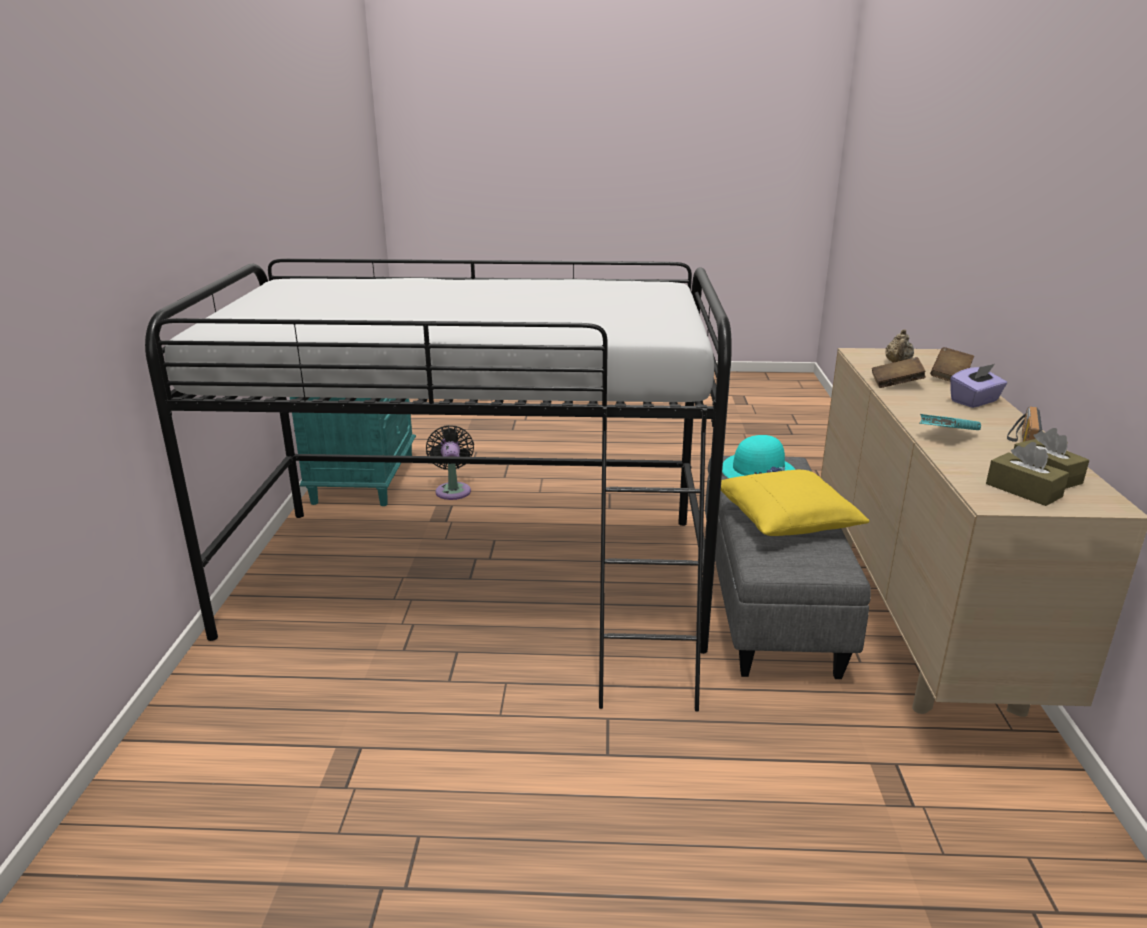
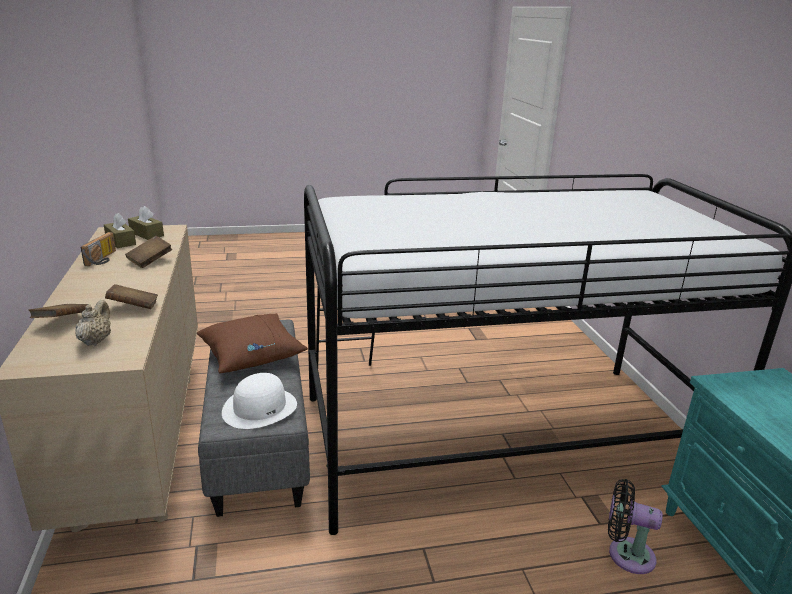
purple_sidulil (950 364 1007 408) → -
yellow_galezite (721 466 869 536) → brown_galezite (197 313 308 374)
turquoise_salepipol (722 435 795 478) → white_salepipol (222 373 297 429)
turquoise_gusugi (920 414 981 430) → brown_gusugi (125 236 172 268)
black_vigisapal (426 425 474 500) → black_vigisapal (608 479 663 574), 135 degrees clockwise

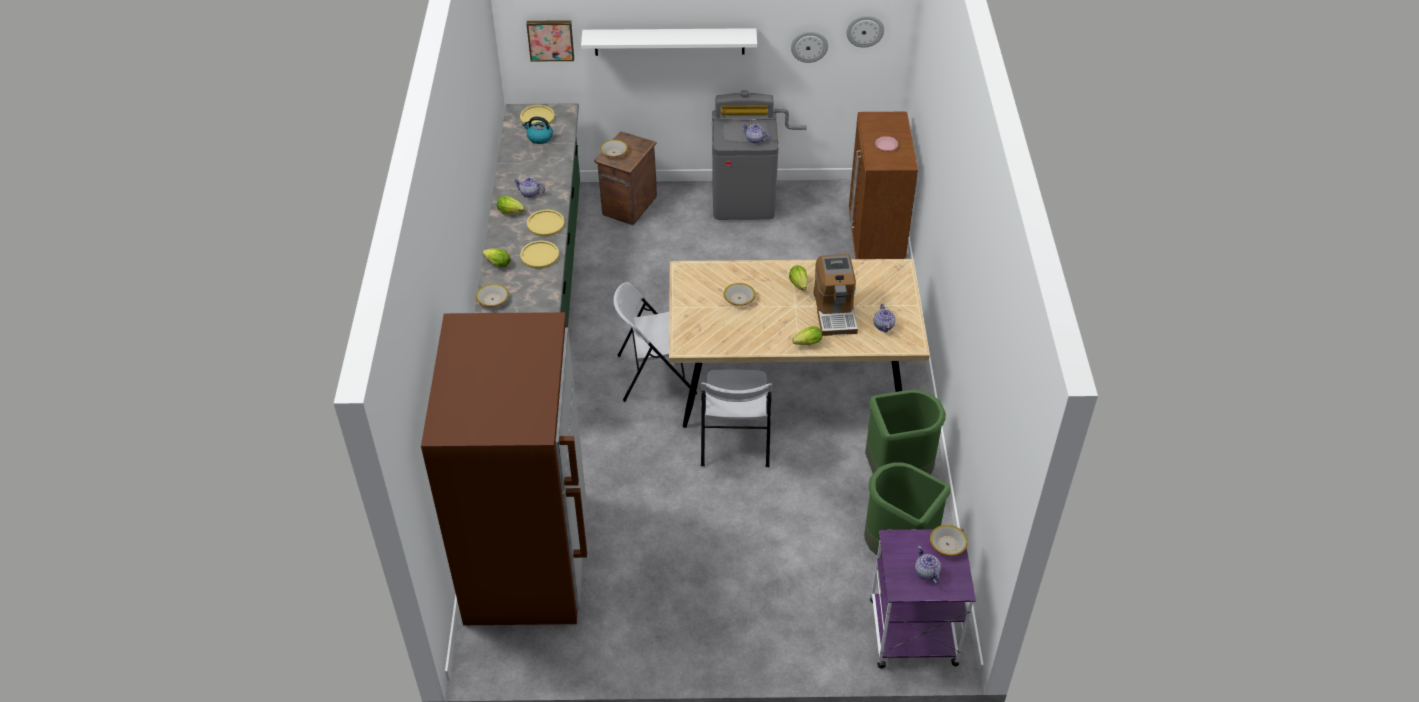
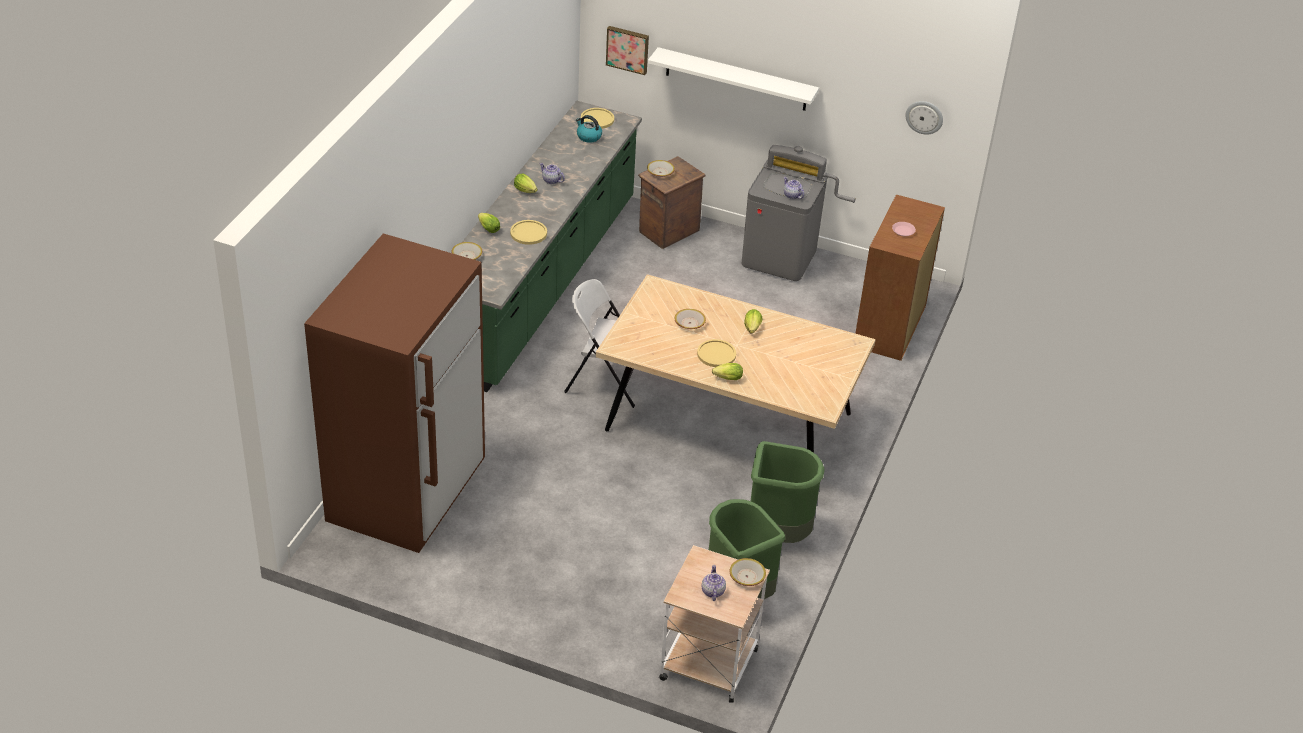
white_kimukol (701 370 773 467) → -
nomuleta (791 31 828 63) → -
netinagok (814 254 858 336) → -
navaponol (874 304 895 333) → -
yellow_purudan (527 210 565 237) → yellow_purudan (697 339 736 367), shifted
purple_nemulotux (870 529 976 669) → beige_nemulotux (659 545 770 703)

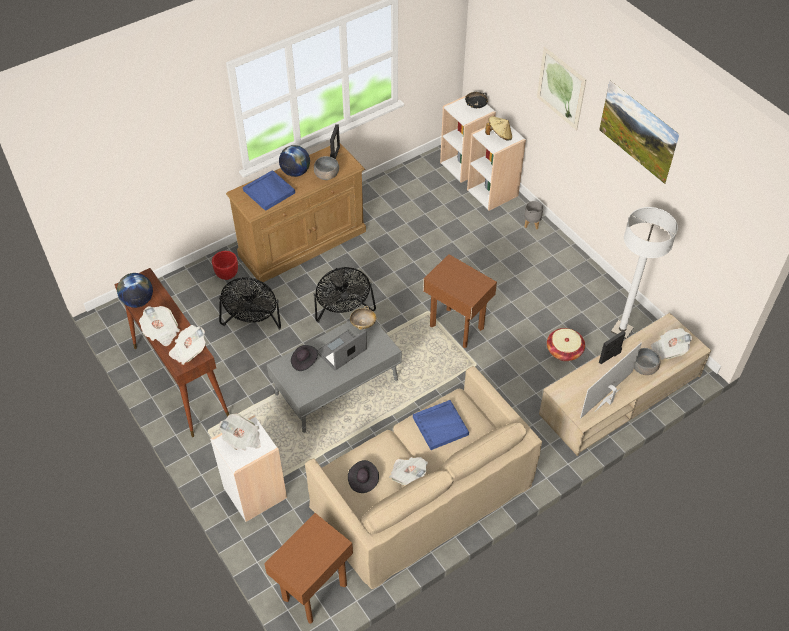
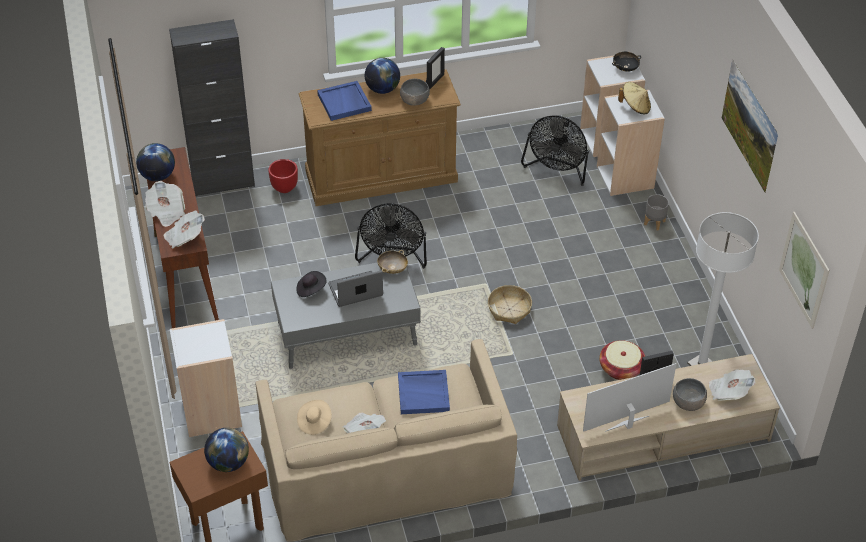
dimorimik (219 414 261 450) → -
- → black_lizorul (169 19 255 196)
- → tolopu (204 428 249 472)
black_vigisapal (219 277 281 330) → black_vigisapal (521 116 589 186), shifted
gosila (537 47 586 130) → gosila (779 212 830 329), shifted
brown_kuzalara (423 254 497 348) → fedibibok (488 285 532 324)
black_salepipol (348 460 379 493) → beige_salepipol (297 400 332 435)

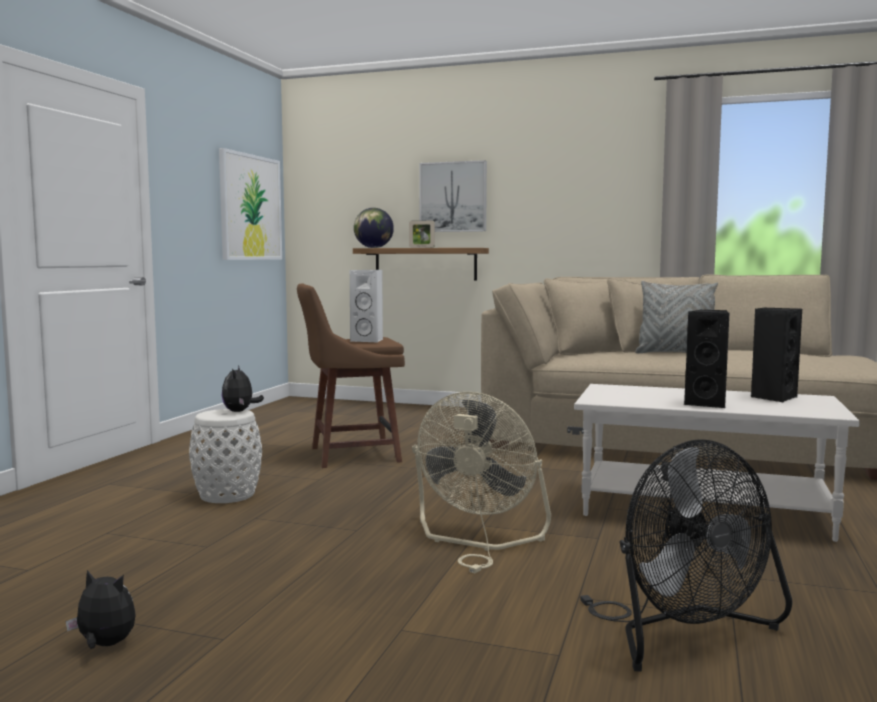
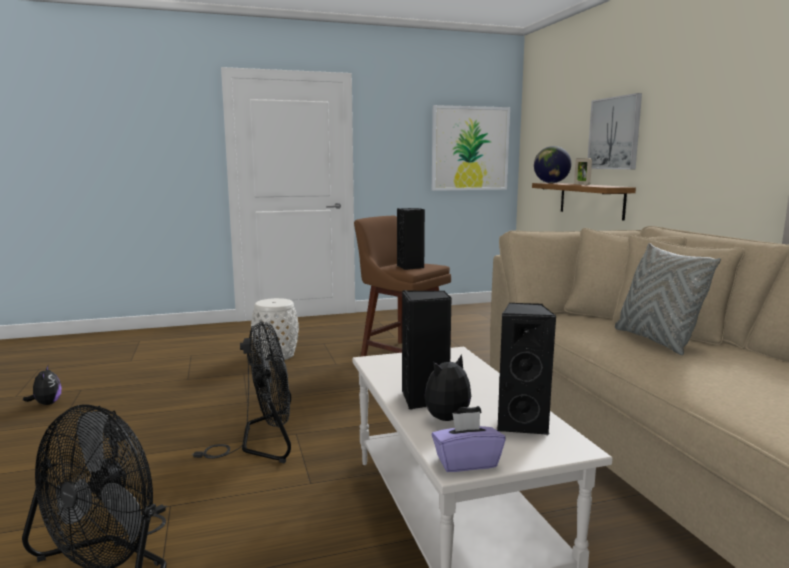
- → purple_sidulil (432 412 506 472)
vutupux (222 365 264 412) → vutupux (425 354 482 421), shifted
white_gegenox (350 270 383 342) → black_gegenox (397 208 425 270)
beige_vigisapal (412 392 551 574) → black_vigisapal (192 321 291 464)

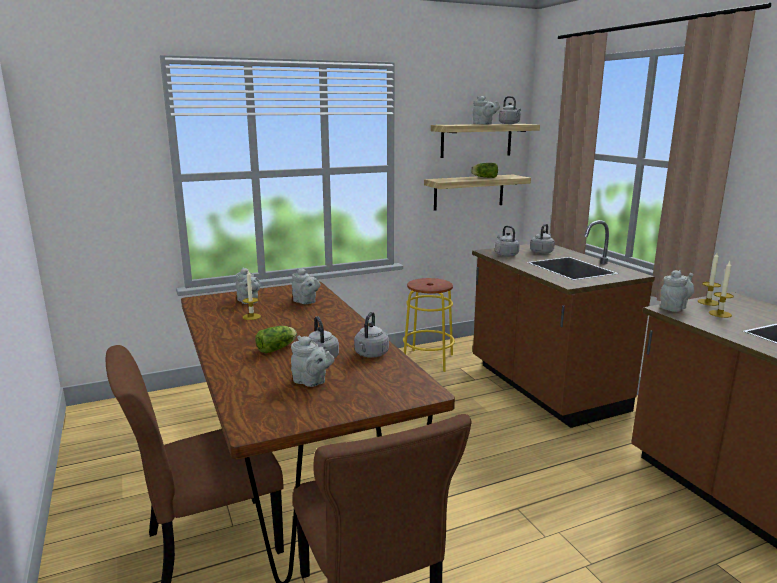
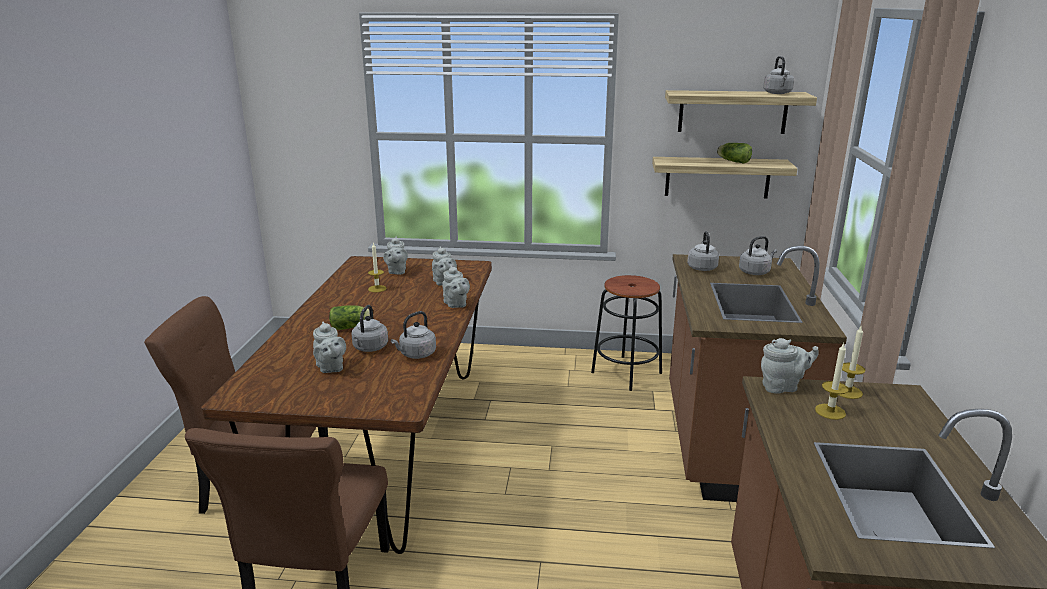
grey_navaponol (472 96 500 124) → grey_navaponol (442 266 470 308), shifted
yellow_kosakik (403 278 455 372) → black_kosakik (591 275 662 391)

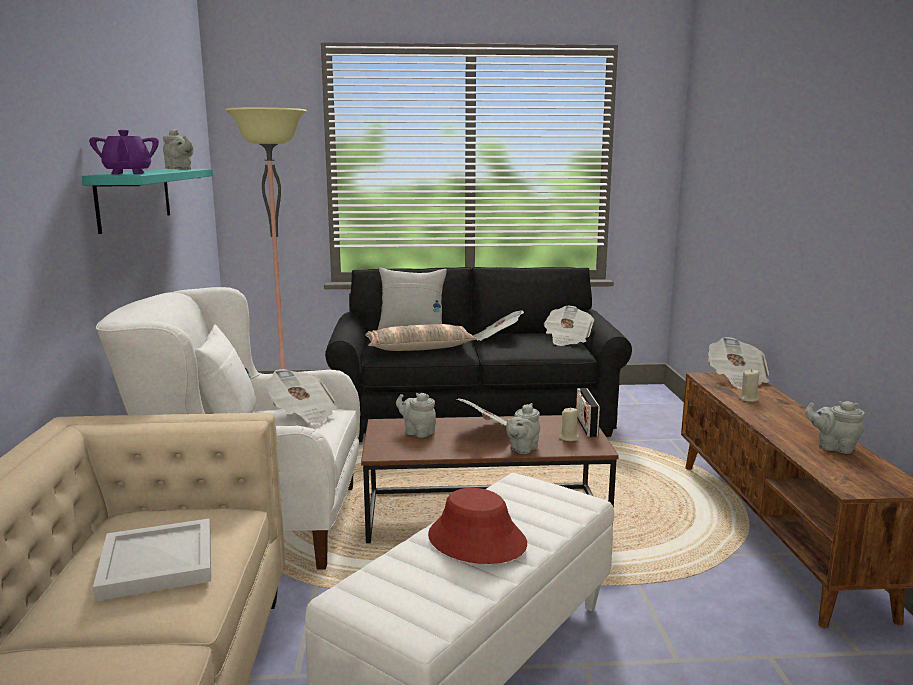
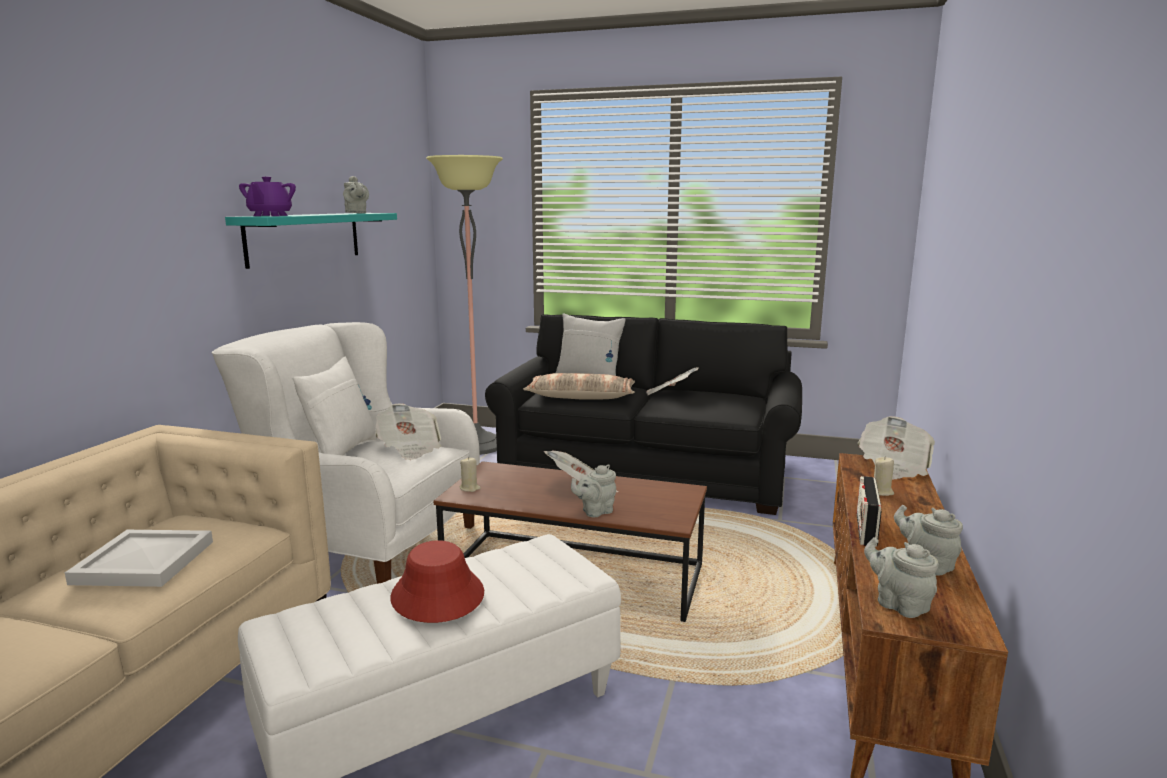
dimorimik (544 306 594 346) → -
grey_navaponol (396 393 436 438) → grey_navaponol (864 537 938 618), shifted
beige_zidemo (559 407 580 441) → beige_zidemo (459 457 481 492), shifted
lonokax (576 388 600 437) → lonokax (856 476 882 547), shifted

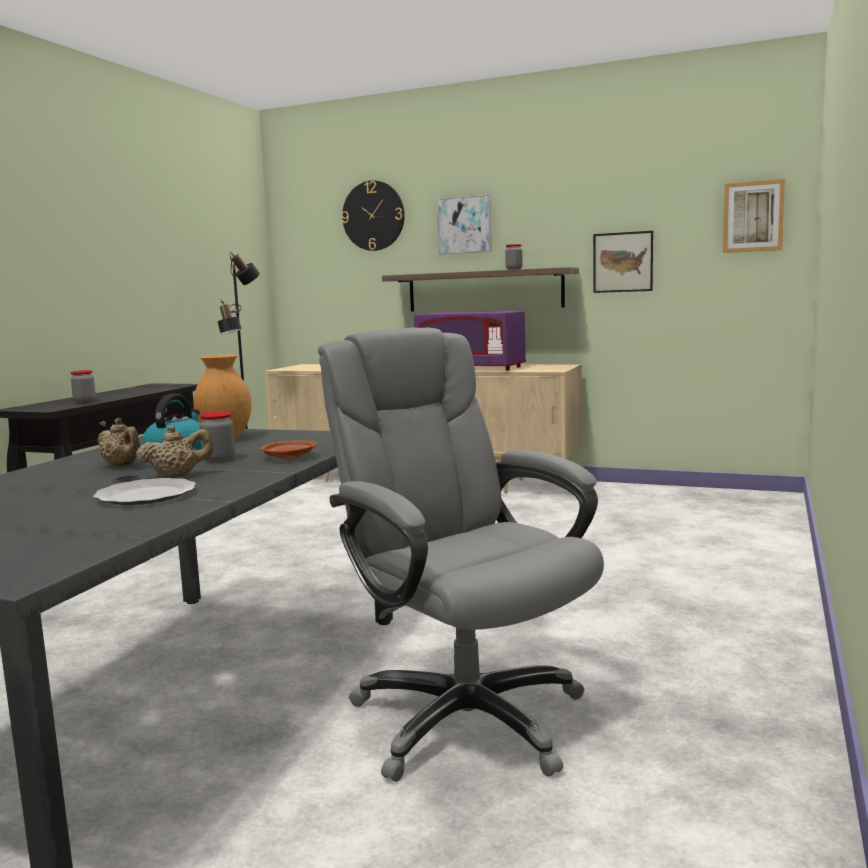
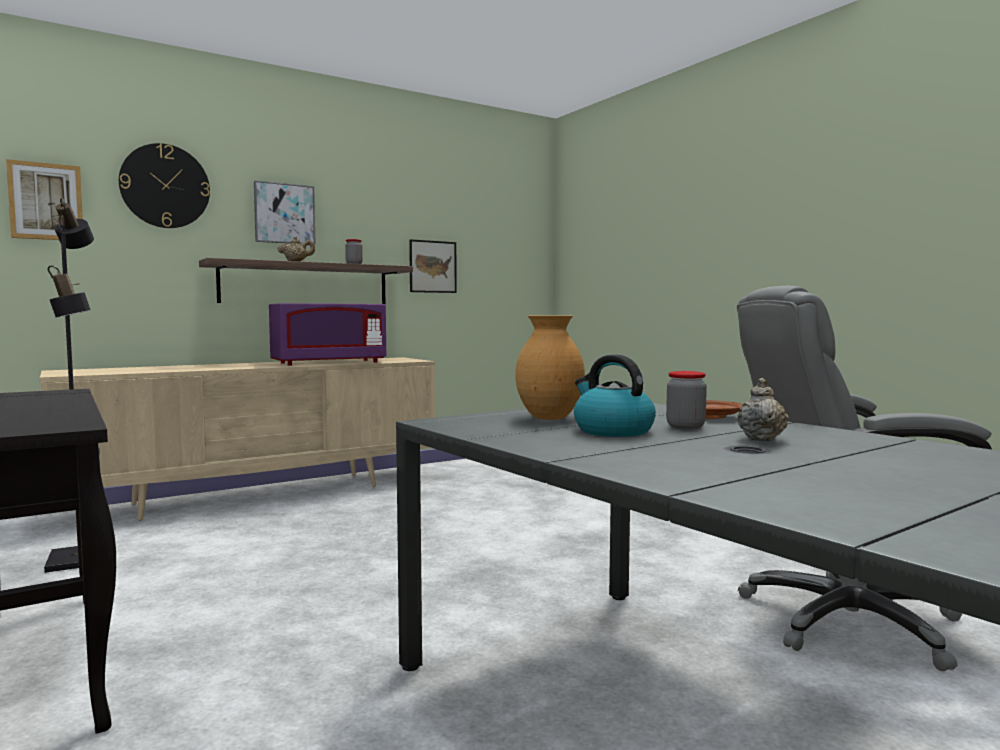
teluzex (71 370 96 403) → -
purudan (93 478 196 505) → -
beige_navaponol (97 418 140 466) → beige_navaponol (277 236 315 261), shifted
gosila (723 179 785 253) → gosila (6 159 83 240), shifted

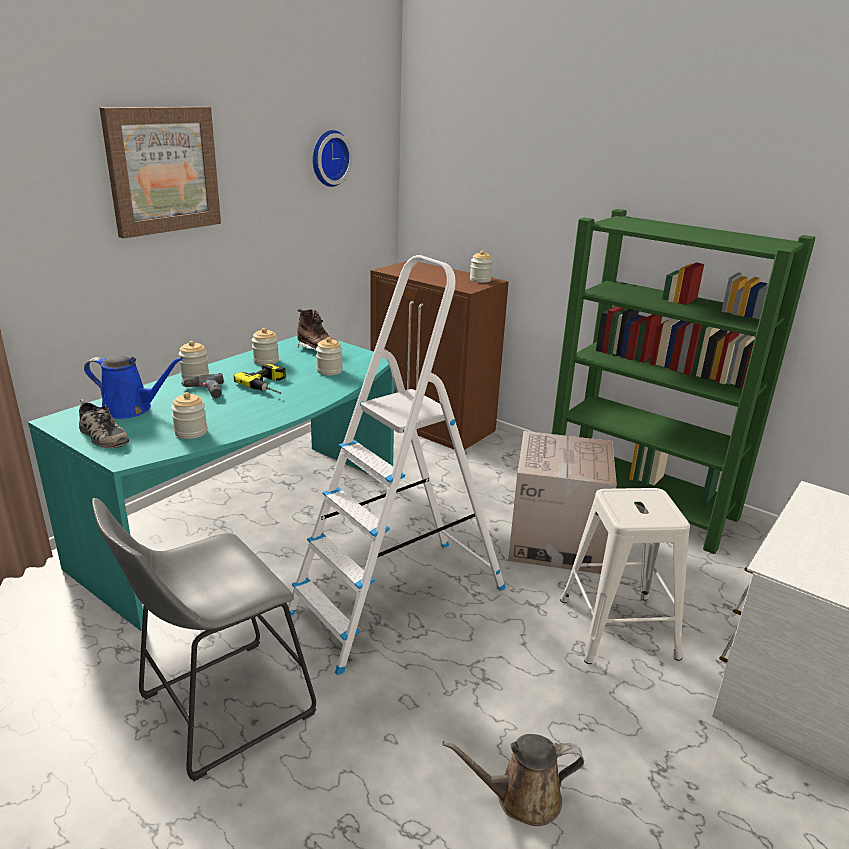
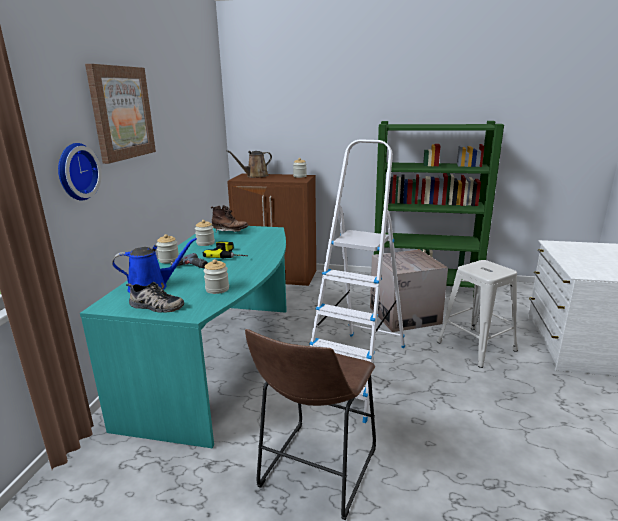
teluzex (316 337 343 376) → -
nomuleta (313 130 353 187) → nomuleta (58 143 102 200), shifted
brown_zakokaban (443 734 584 826) → brown_zakokaban (227 150 272 178), shifted
grey_kosakik (92 498 316 781) → brown_kosakik (245 329 376 520)

